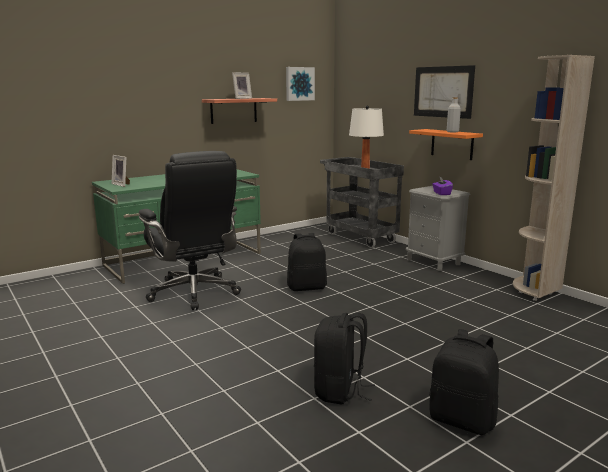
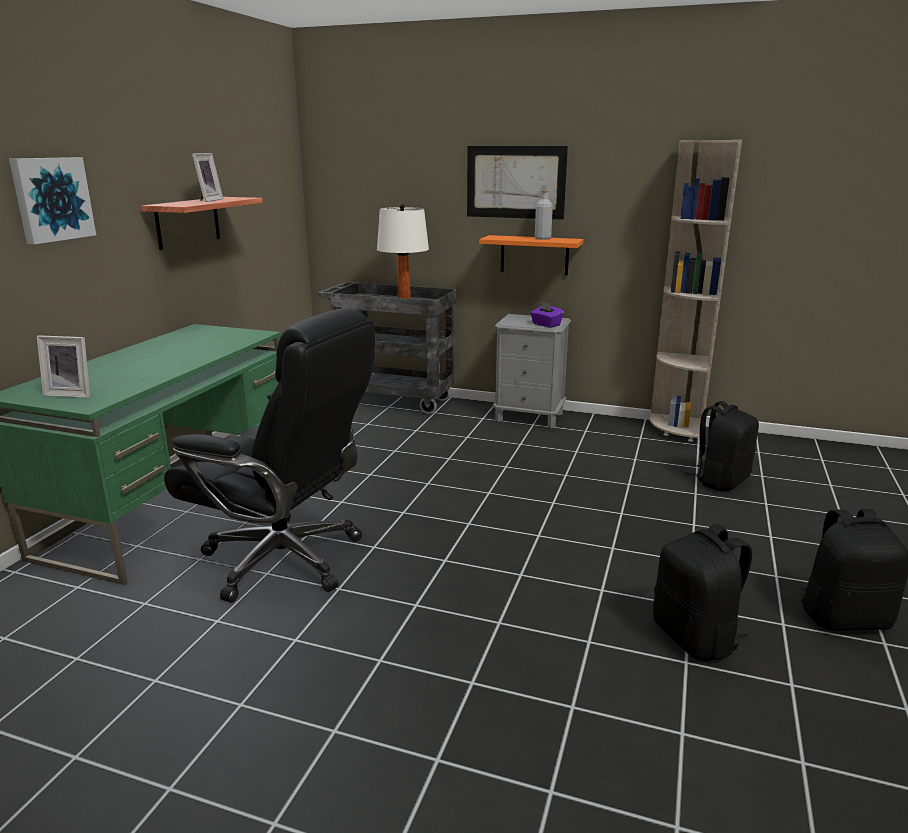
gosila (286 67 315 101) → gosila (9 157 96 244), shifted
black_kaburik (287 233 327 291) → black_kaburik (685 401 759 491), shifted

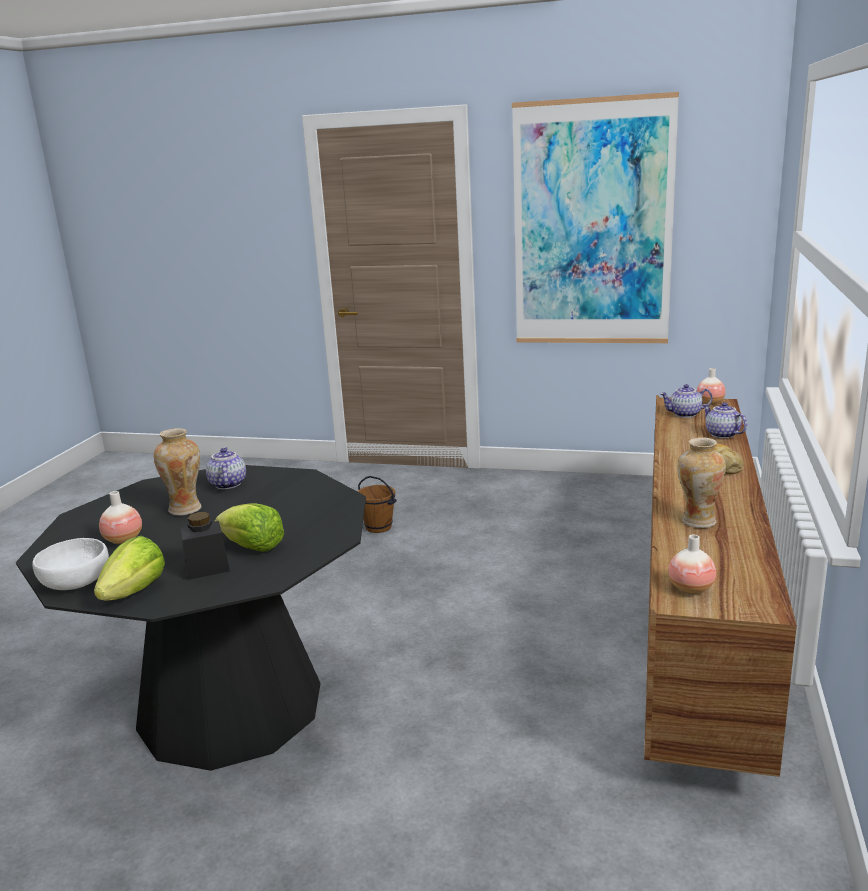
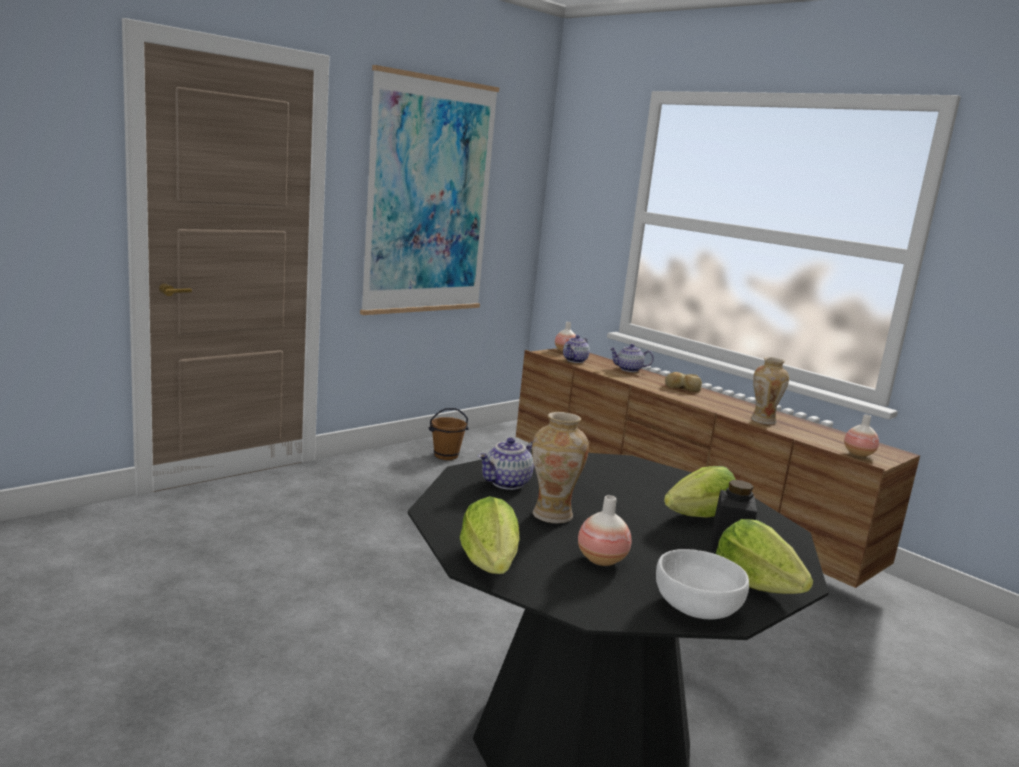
- → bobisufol (460 496 520 574)
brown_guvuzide (358 476 397 533) → brown_guvuzide (428 408 469 460), shifted
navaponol (206 447 246 489) → navaponol (478 438 535 490), 60 degrees counterclockwise

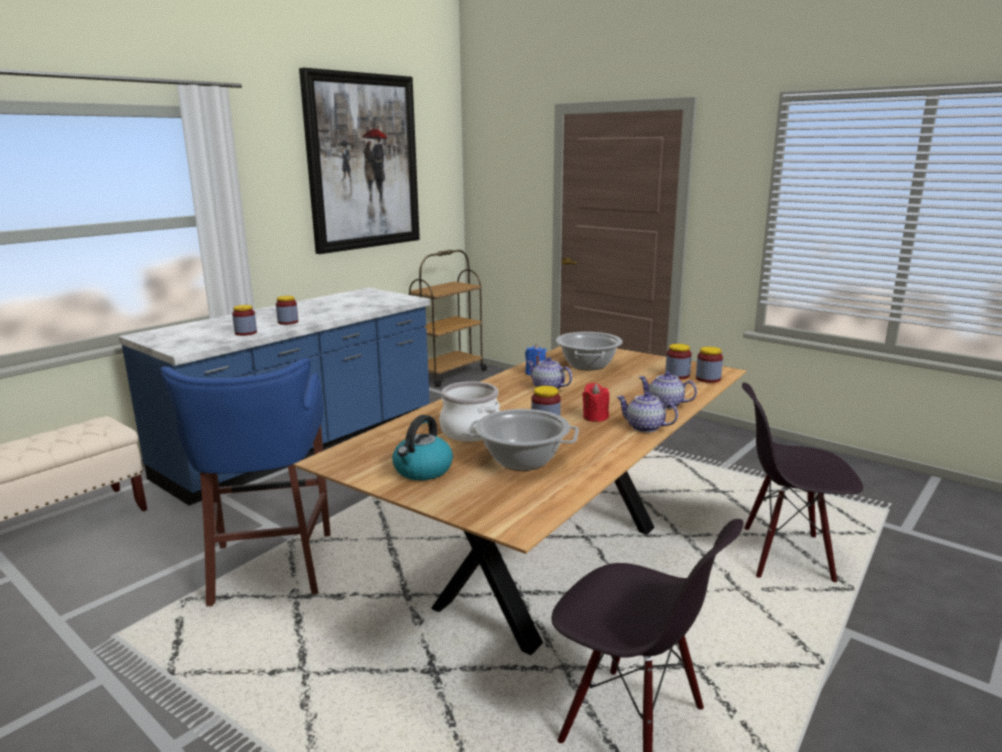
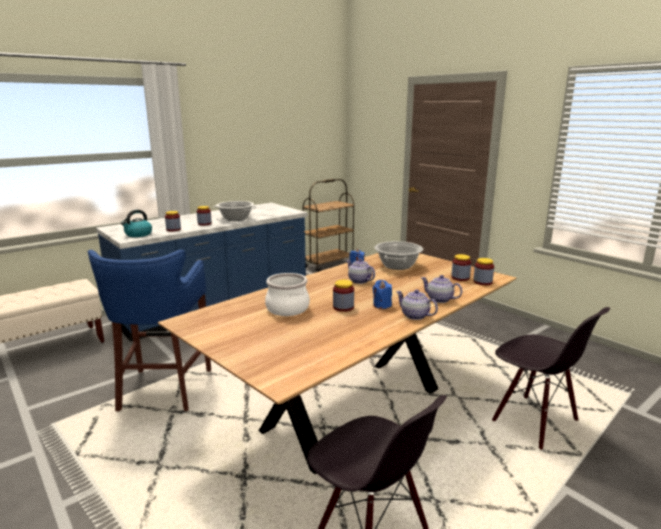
gosila (299 68 420 254) → -
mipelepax (392 415 453 480) → mipelepax (121 210 152 237), shifted
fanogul (466 409 579 471) → fanogul (214 201 257 221), shifted
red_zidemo (582 383 609 422) → blue_zidemo (373 280 392 309)
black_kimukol (742 382 863 582) → black_kimukol (492 307 610 450), 150 degrees counterclockwise

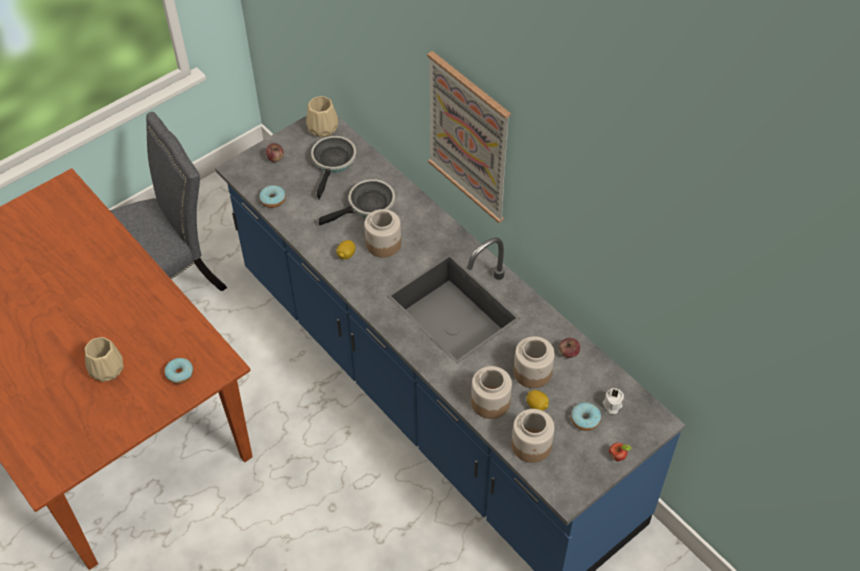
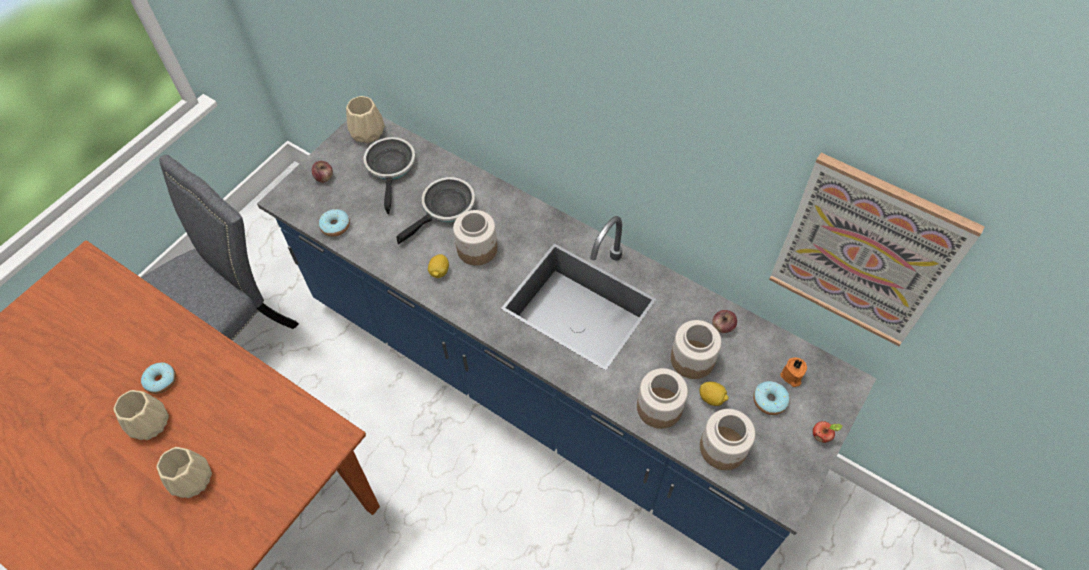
- → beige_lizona (113 390 169 440)
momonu (164 358 194 384) → momonu (141 362 176 394), shifted
gosila (427 51 511 223) → gosila (769 153 985 346), shifted
white_zidemo (603 388 624 414) → orange_zidemo (780 357 807 387)

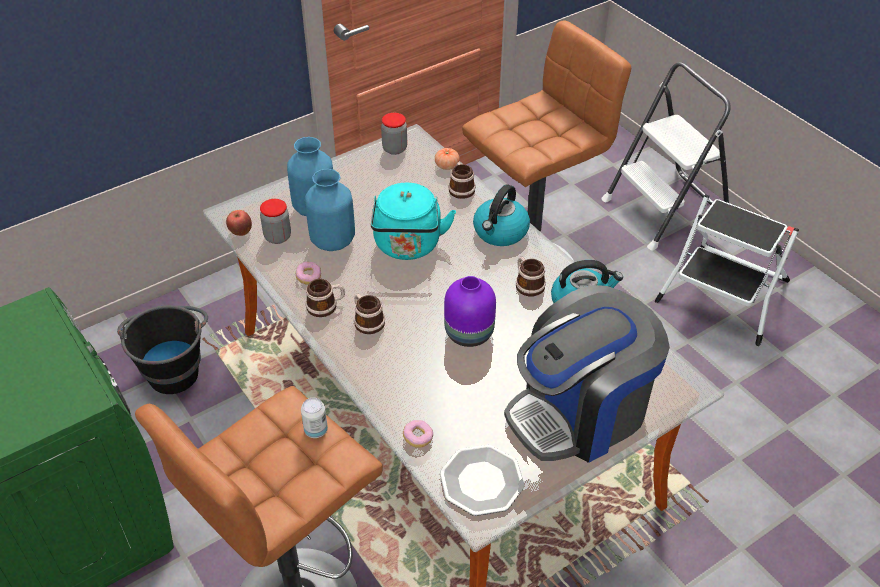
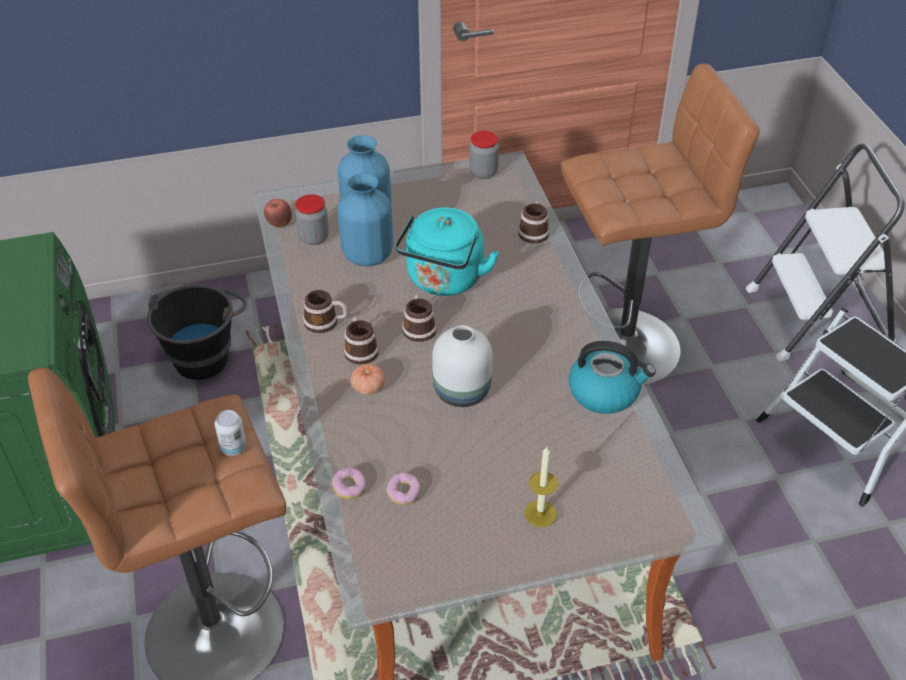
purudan (440 445 524 516) → -
mipelepax (473 184 530 246) → -
momonu (296 262 321 285) → momonu (386 472 421 505), shifted
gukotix (435 148 460 170) → gukotix (350 364 385 395), shifted
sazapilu (516 257 546 297) → sazapilu (402 294 437 342), shifted
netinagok (504 285 670 463) → zidemo (524 447 558 527)
purple_lizona (444 276 496 347) → white_lizona (432 325 492 407)

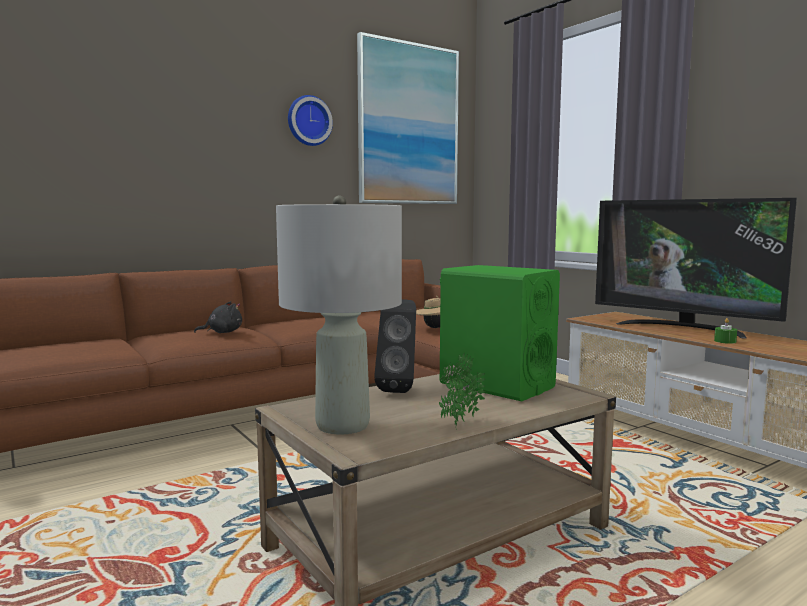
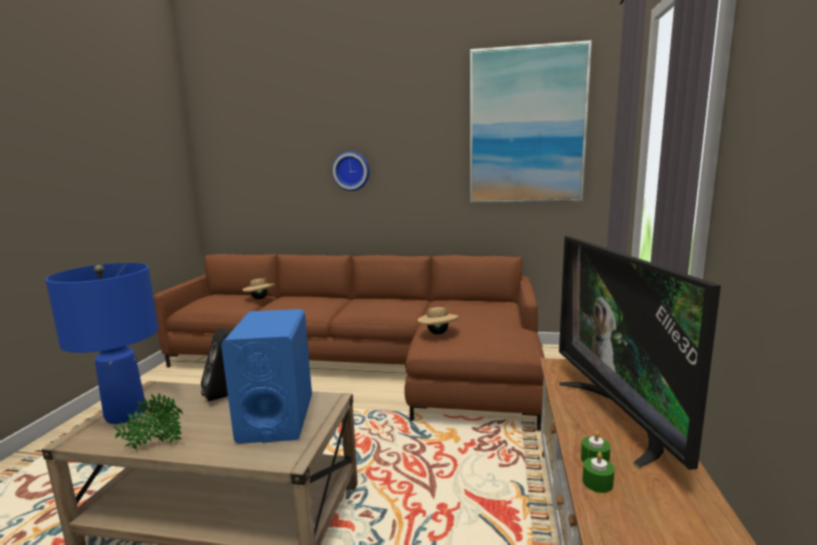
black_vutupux (194 301 242 333) → -
- → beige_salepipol (242 278 275 300)
- → green_zidemo (582 452 615 493)
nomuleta (288 95 333 146) → nomuleta (332 151 369 191), shifted
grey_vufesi (276 196 402 434) → blue_vufesi (45 263 158 424)
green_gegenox (440 265 560 401) → blue_gegenox (221 309 312 444)

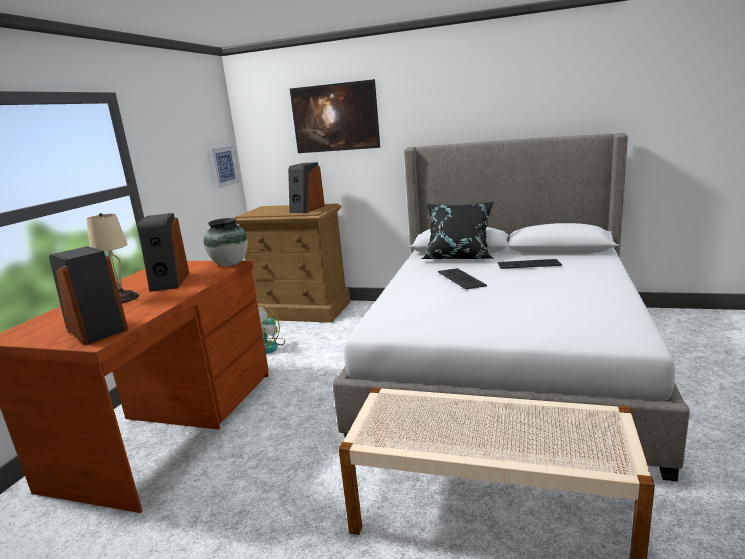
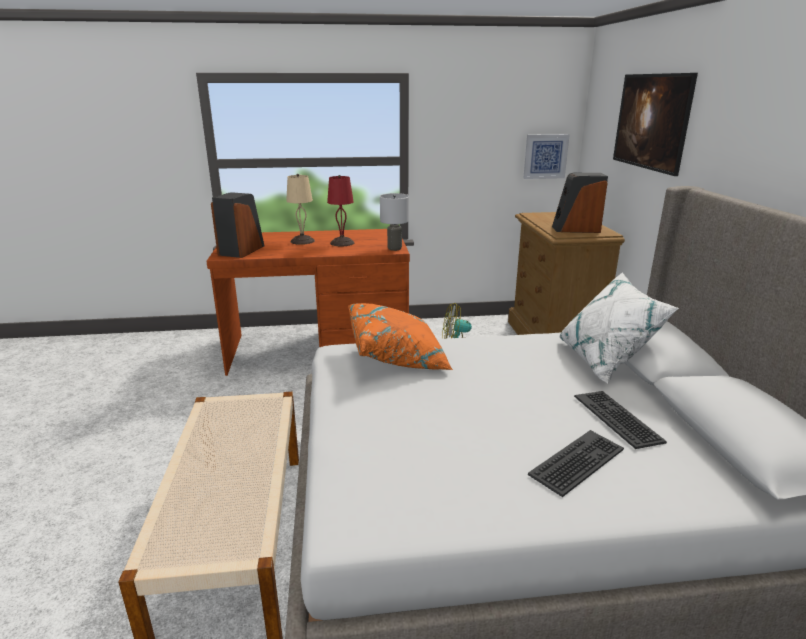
- → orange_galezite (348 303 453 370)
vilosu (438 268 487 289) → vilosu (528 430 624 497), shifted
gegenox (138 213 189 292) → red_vufesi (327 175 354 246)
lizona (204 218 248 266) → white_vufesi (380 193 409 251)
black_galezite (421 202 494 259) → white_galezite (559 272 679 384)

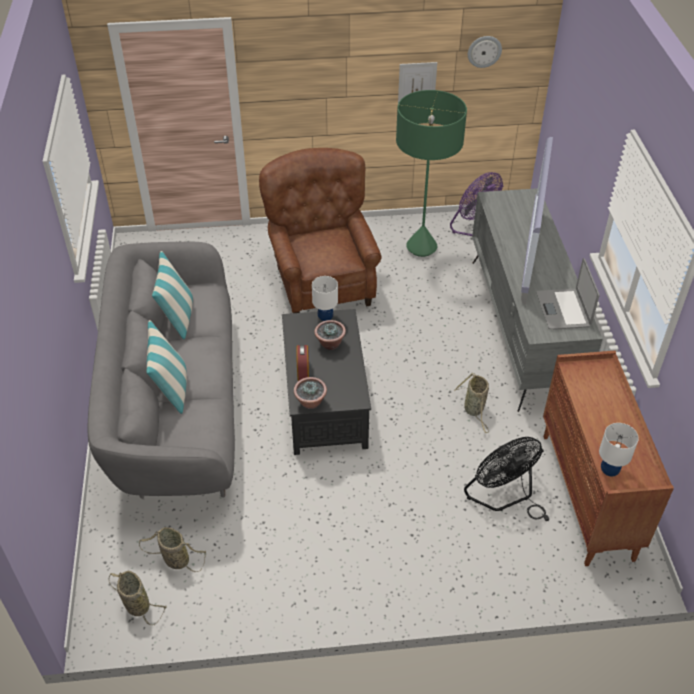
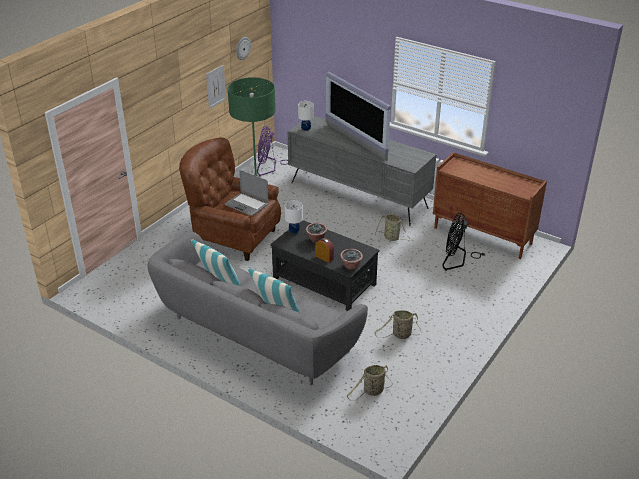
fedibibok (108 571 167 625) → fedibibok (374 310 421 339), shifted
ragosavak (537 258 600 329) → ragosavak (225 170 269 216), shifted
white_vufesi (599 423 639 477) → white_vufesi (298 101 314 131), shifted

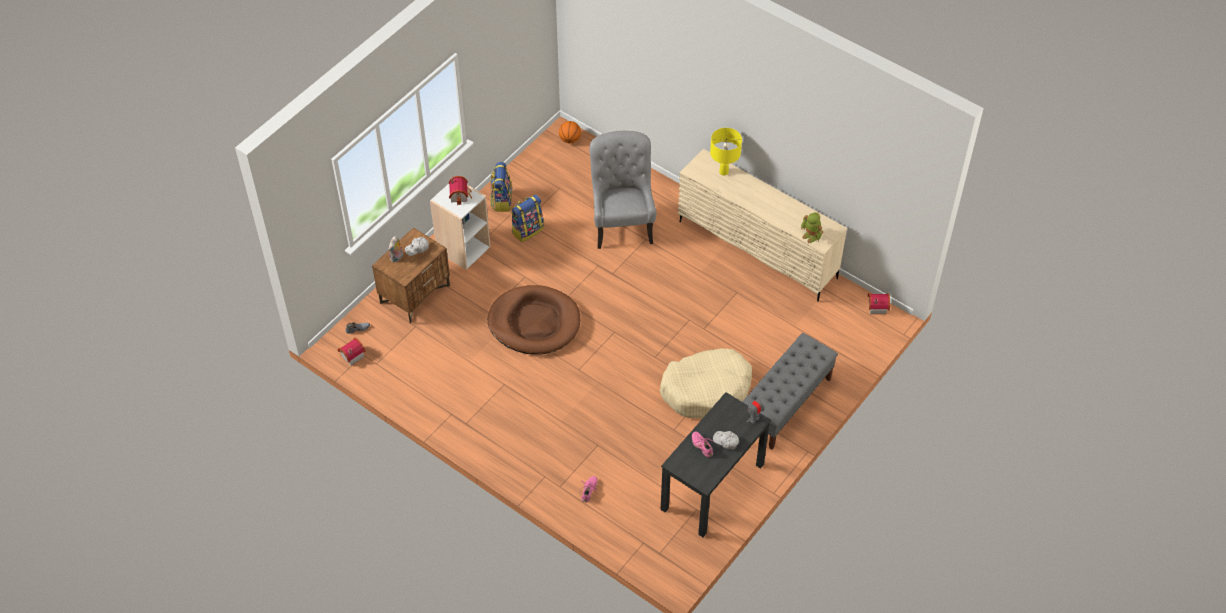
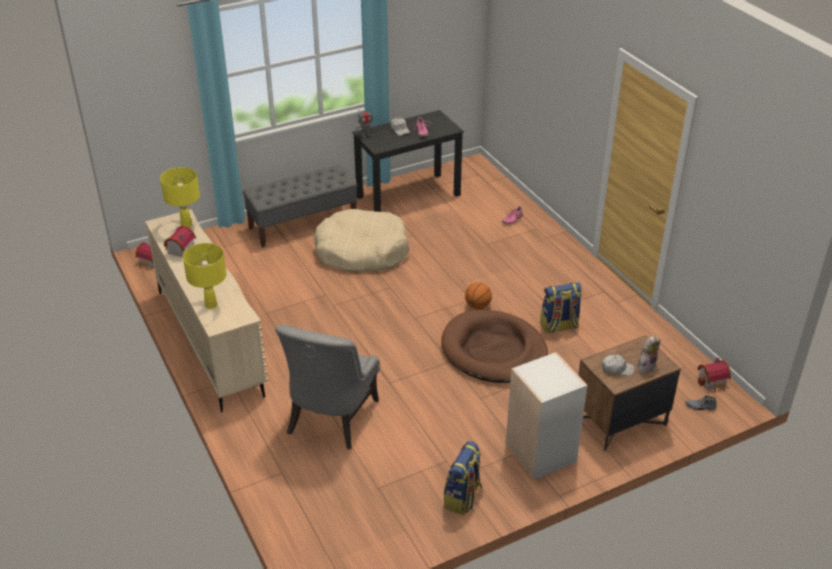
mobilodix (449 176 472 205) → mobilodix (164 226 196 257), shifted
kaburik (511 194 544 242) → kaburik (540 282 582 334), shifted
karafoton (559 121 581 143) → karafoton (465 282 492 309), shifted
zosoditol (801 212 823 243) → yellow_vufesi (160 167 200 227)

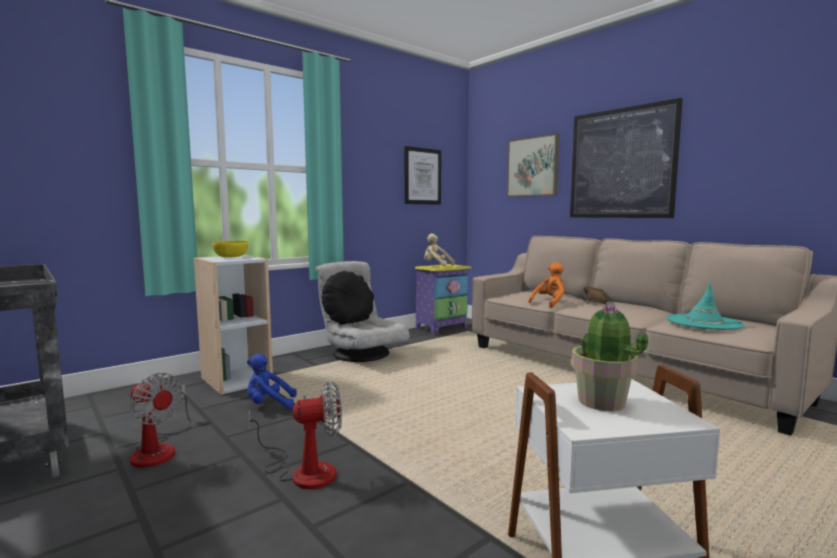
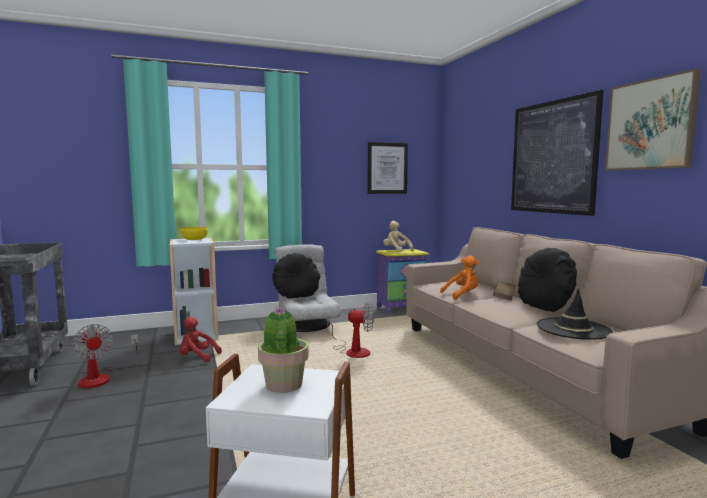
- → black_galezite (518 248 577 312)
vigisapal (249 381 342 489) → vigisapal (327 302 374 358), shifted
gosila (507 133 559 197) → gosila (605 68 701 171), shifted
blue_vutupux (247 354 297 409) → red_vutupux (180 317 221 362)
turquoise_salepipol (667 283 744 330) → black_salepipol (537 288 613 340)

